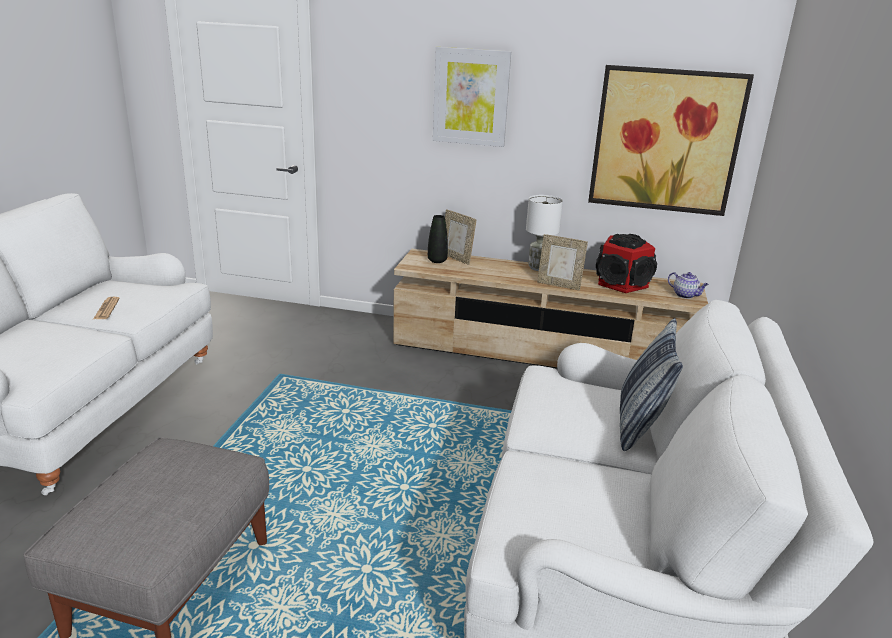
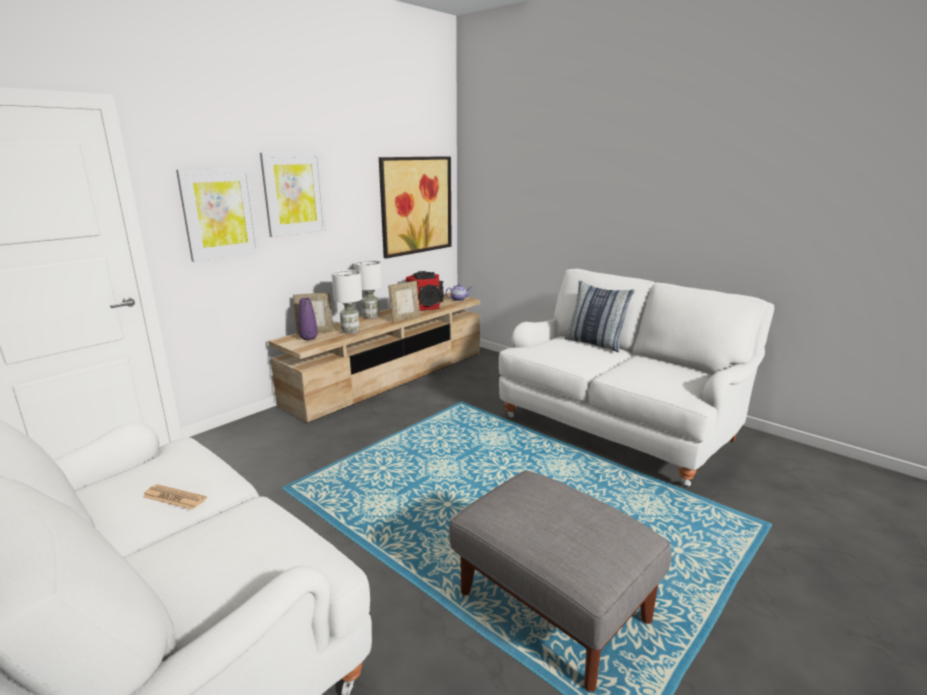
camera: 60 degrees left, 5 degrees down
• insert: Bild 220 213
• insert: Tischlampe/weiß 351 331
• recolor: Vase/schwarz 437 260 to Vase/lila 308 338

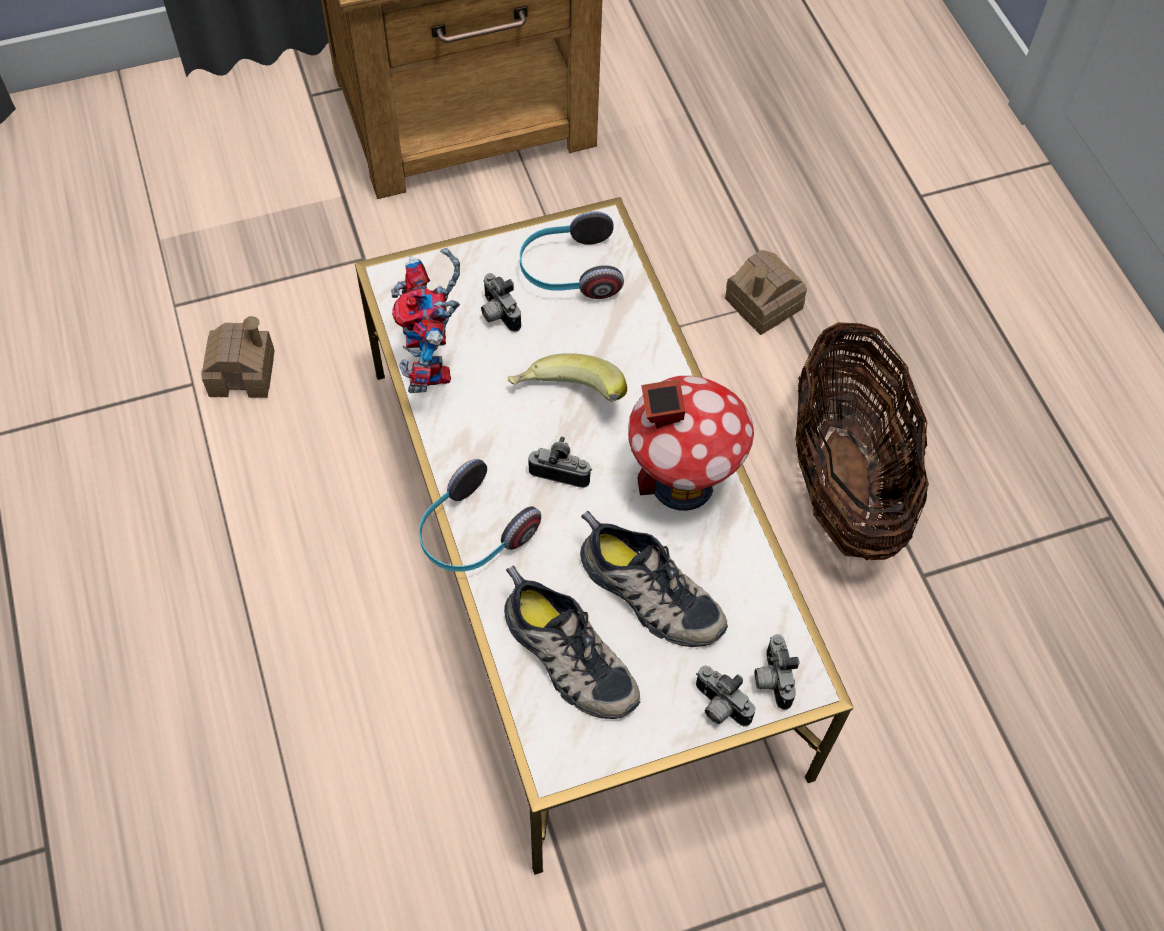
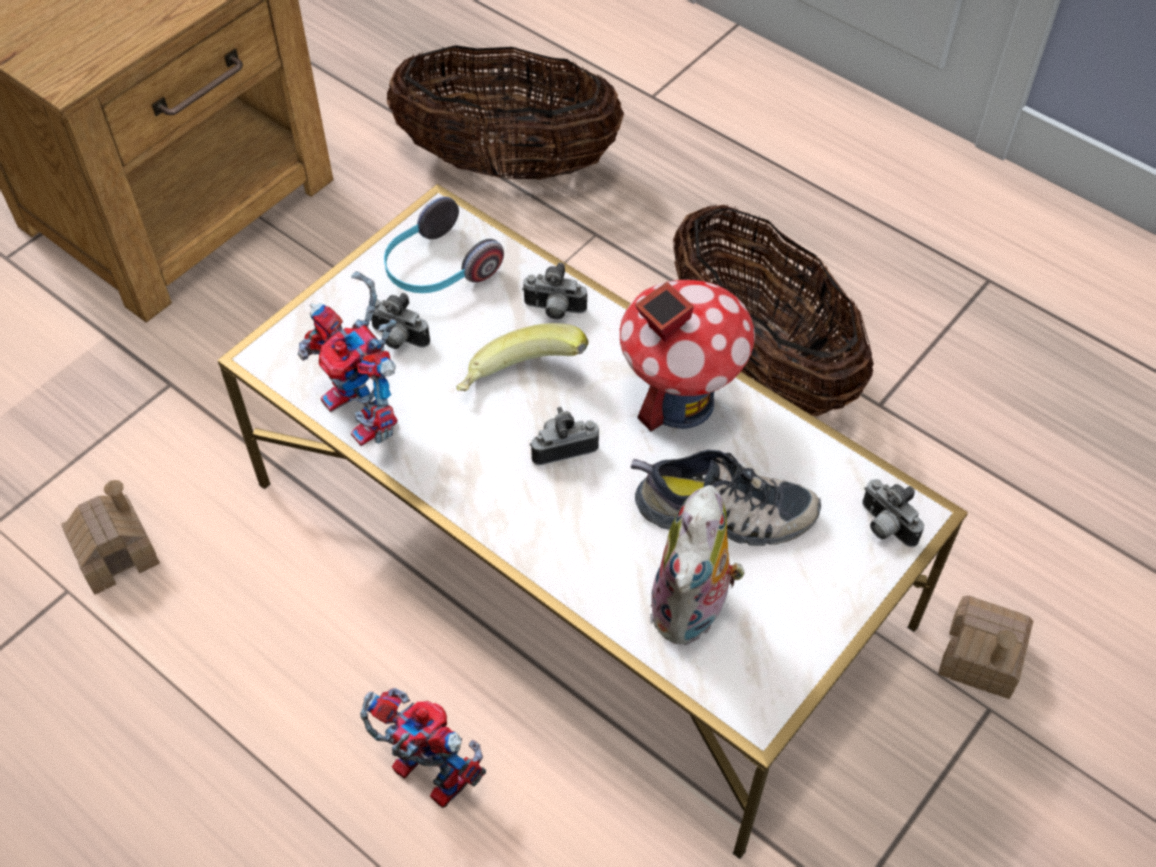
camera: 30 degrees left, 5 degrees down
• delete: Kopfhörer 473 534
• insert: Spielzeugroboter 422 773
• insert: Korb 507 164
• move: Kamera 718 707 to 554 311
• move: Spielzeughaus 763 304 to 980 657
• replace: Schuh 565 657 to Plüschtier 692 610

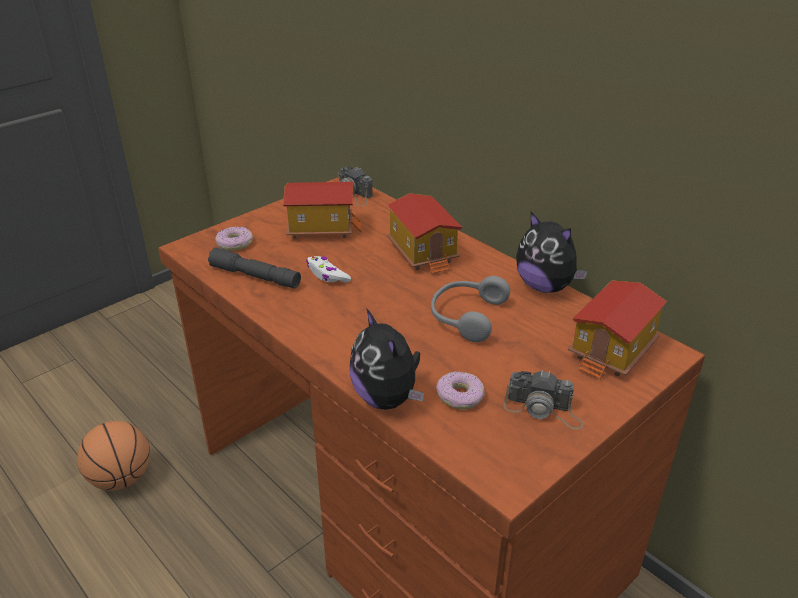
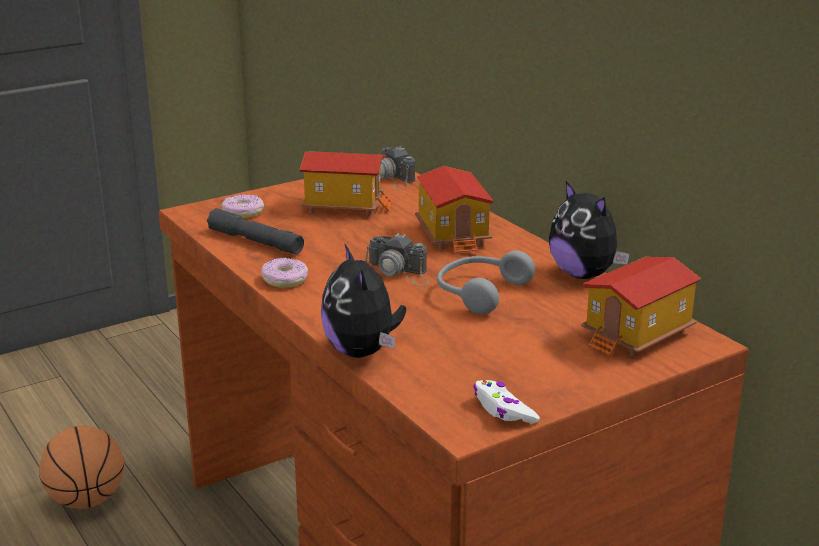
camera: 10 degrees right, 10 degrees down
• move: Gamepad/weiß 327 275 to 503 410
• move: Donut 460 396 to 285 279
• move: Kamera 543 410 to 398 272

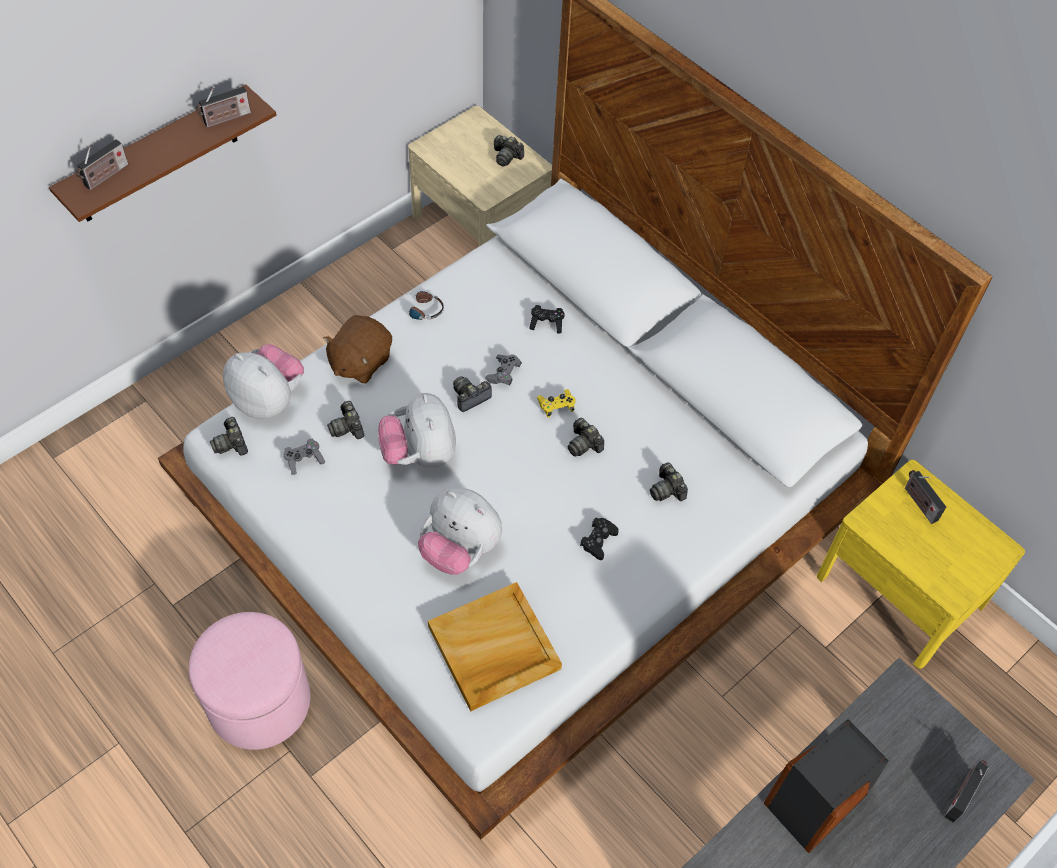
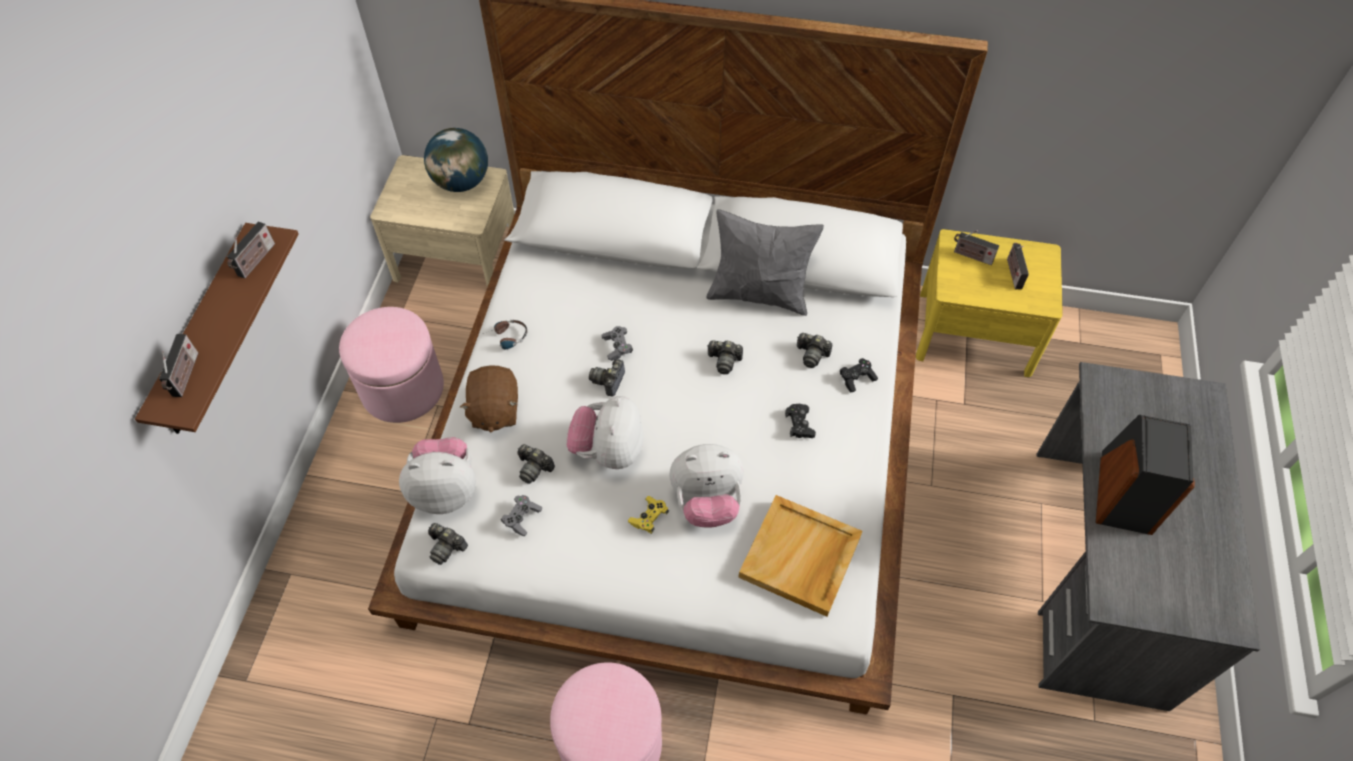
camera: 35 degrees left, 0 degrees up
• insert: Polsterhocker/rosa 402 389
• insert: Kissen/grau 759 294
• move: Gamepad/schwarz 546 323 to 856 378
• move: Gamepad/gelb 556 406 to 649 518
• move: Radio 961 794 to 1013 272
• replace: Kamera 506 157 to Globus 461 182
• rotate: Plüschtier 419 454 = 608 450 60 degrees clockwise

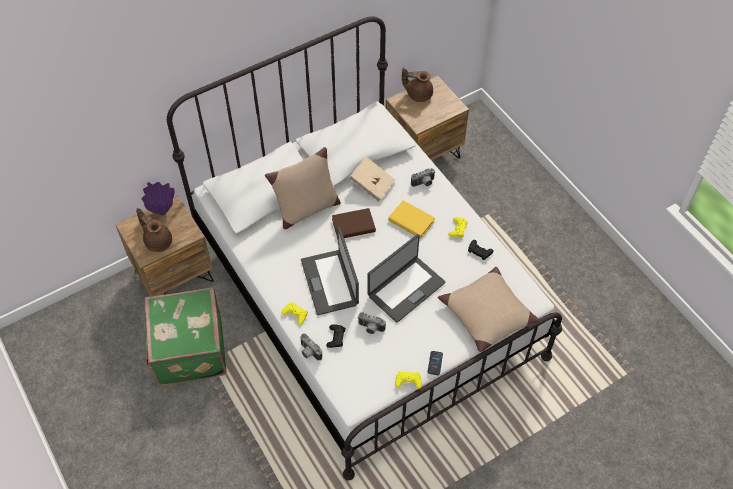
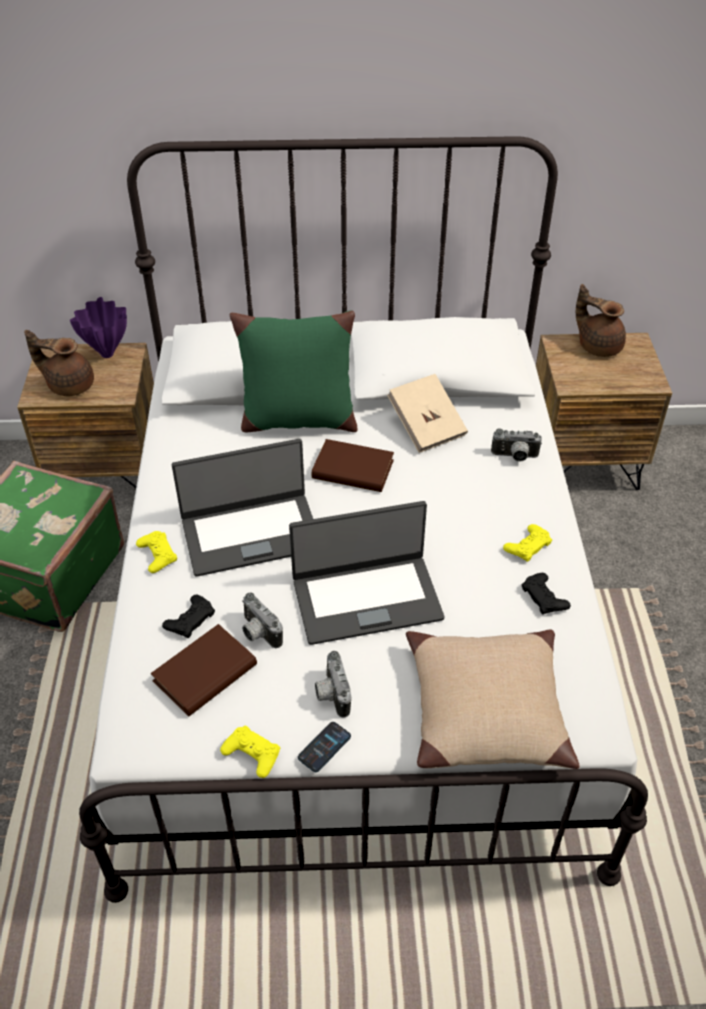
camera: 30 degrees right, 10 degrees down
• delete: Buch/gelb 411 221
• insert: Buch/braun 205 673
• move: Kamera 308 352 to 331 694
• recolor: Kissen/beige 306 209 to Kissen/grün 297 420
• rotate: Teekanne/braun 158 241 = 69 385 60 degrees counterclockwise
• rotate: Laptop 330 282 = 251 533 120 degrees counterclockwise

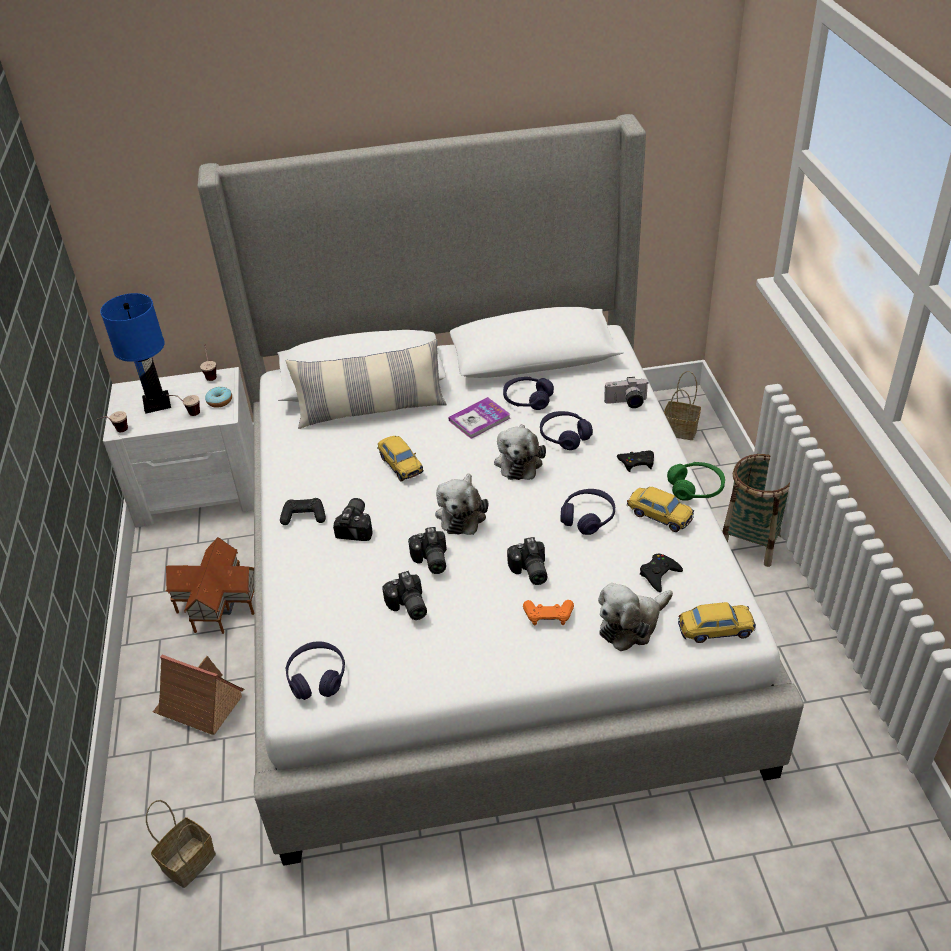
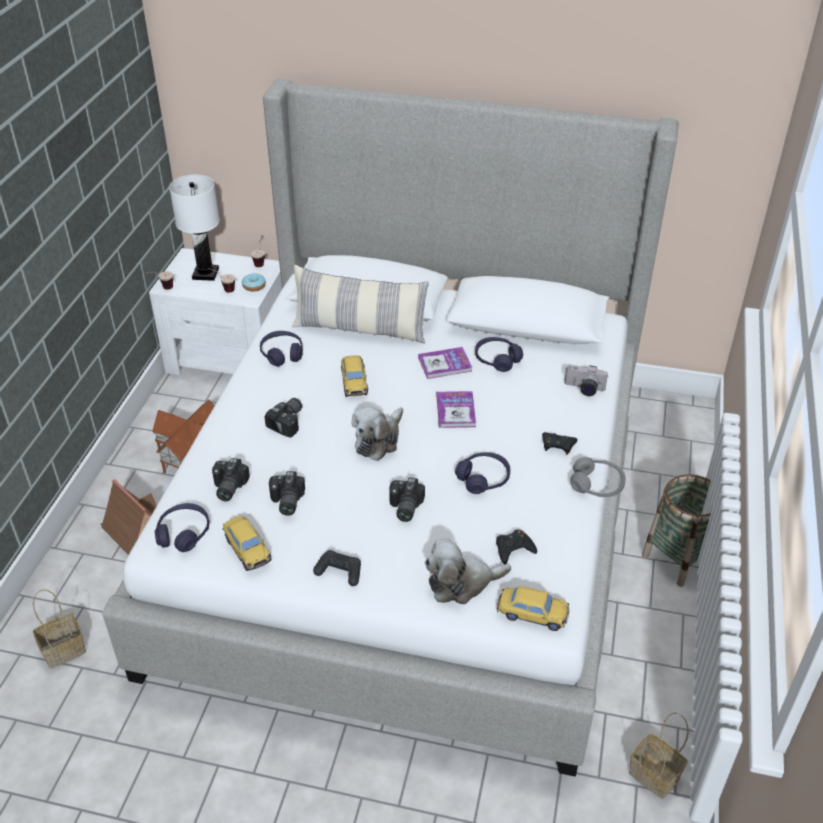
camera: 20 degrees right, 0 degrees up
• delete: Gamepad/orange 548 616
• move: Gamepad/schwarz 304 516 to 339 572
• move: Kamera 430 561 to 227 488
• move: Kopfhörer/lila 564 436 to 282 354
• move: Spielzeugauto 659 516 to 247 549
• move: Korb 681 430 to 656 775
• replace: Plüschtier 519 461 to Buch 455 411
• recolor: Tischlampe/blau 157 403 to Tischlampe/weiß 206 274
• recolor: Kopfhörer/grün 695 488 to Kopfhörer/grau 597 485

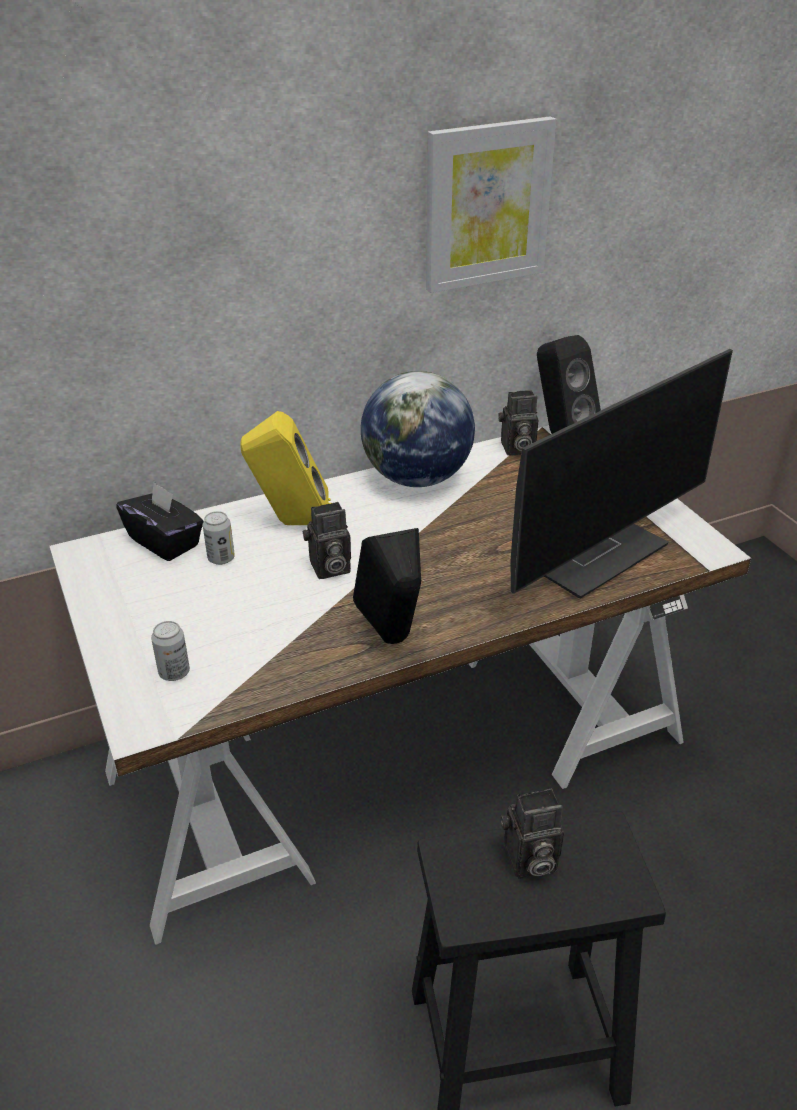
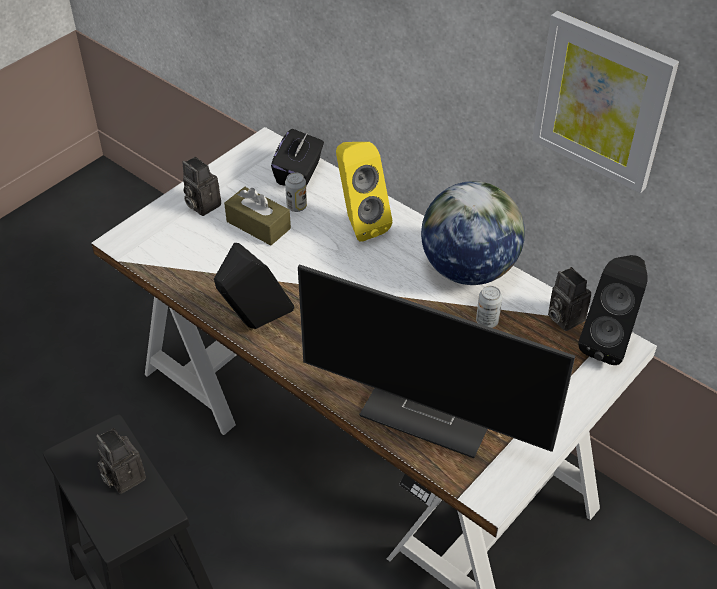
camera: 65 degrees right, 10 degrees up
• insert: Taschentuchbox/braun 258 225
• move: Dose 174 673 to 487 321
• move: Kamera 328 569 to 201 205

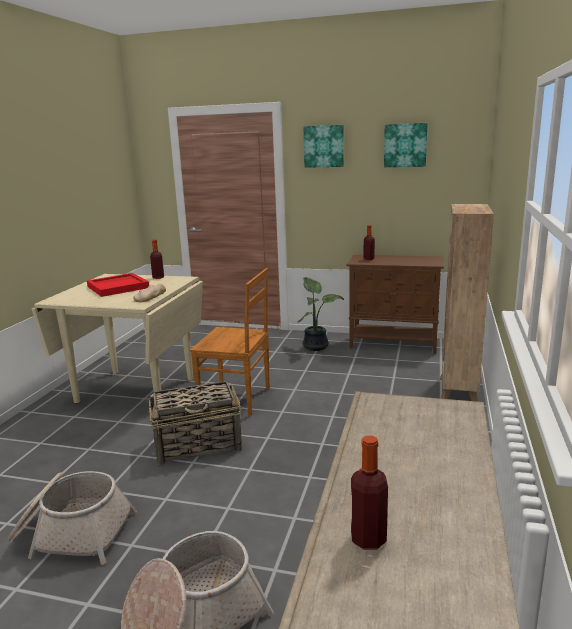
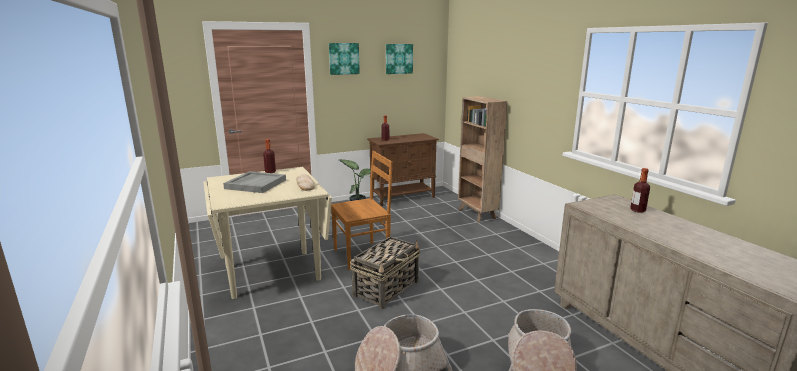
camera: 40 degrees left, 0 degrees up
• move: Flasche 368 539 to 637 210
• recolor: Tablett/rot 118 287 to Tablett/grau 255 184

